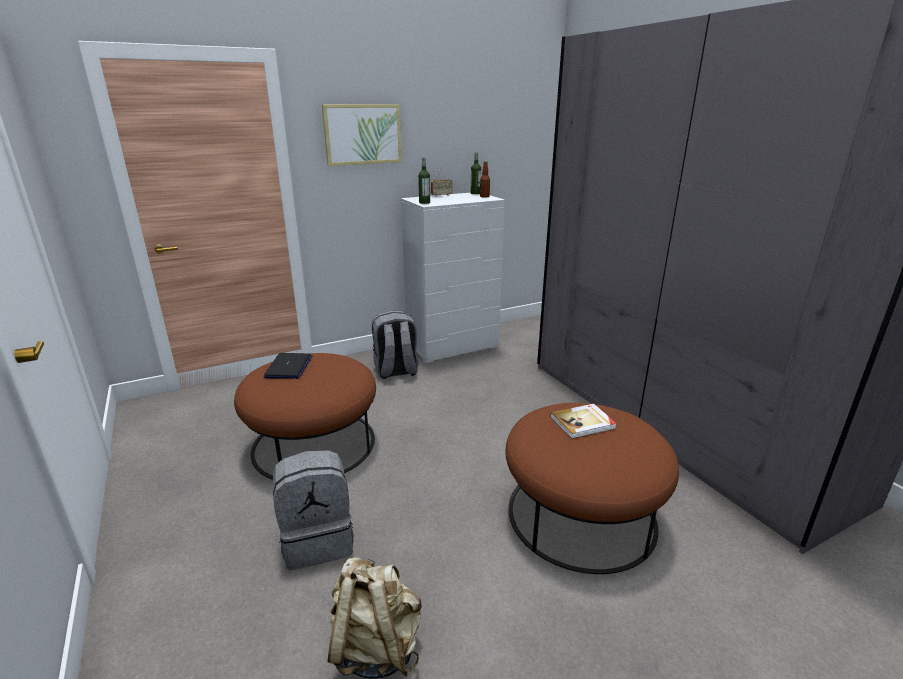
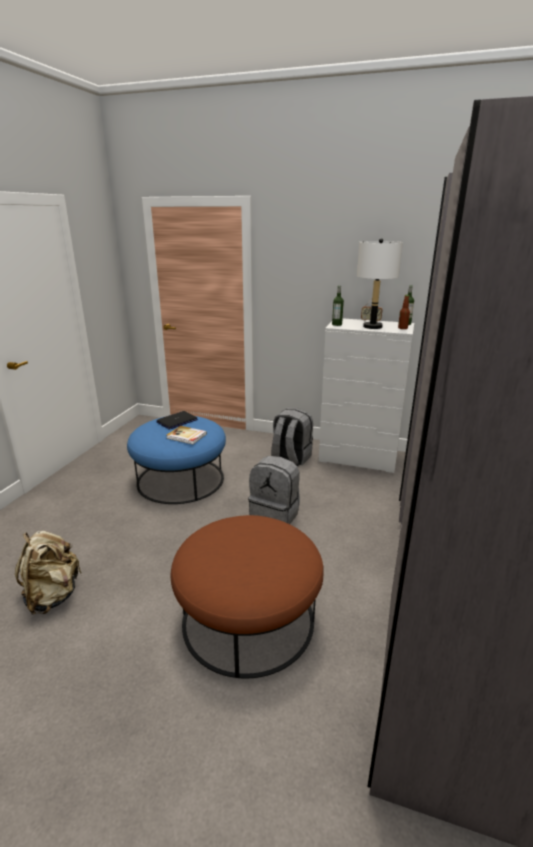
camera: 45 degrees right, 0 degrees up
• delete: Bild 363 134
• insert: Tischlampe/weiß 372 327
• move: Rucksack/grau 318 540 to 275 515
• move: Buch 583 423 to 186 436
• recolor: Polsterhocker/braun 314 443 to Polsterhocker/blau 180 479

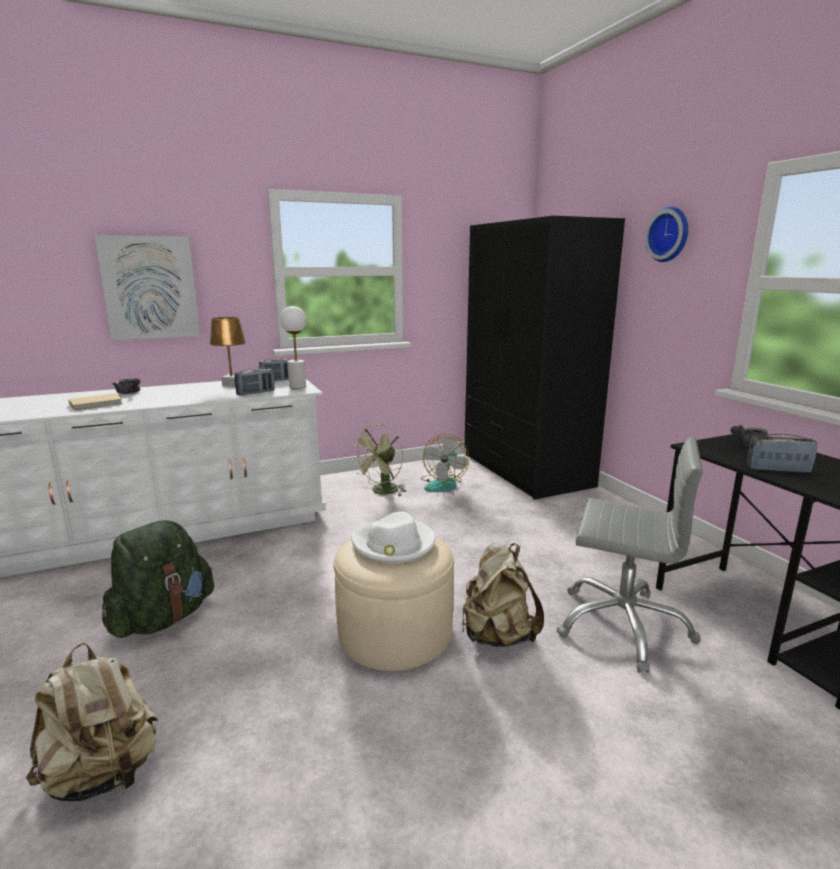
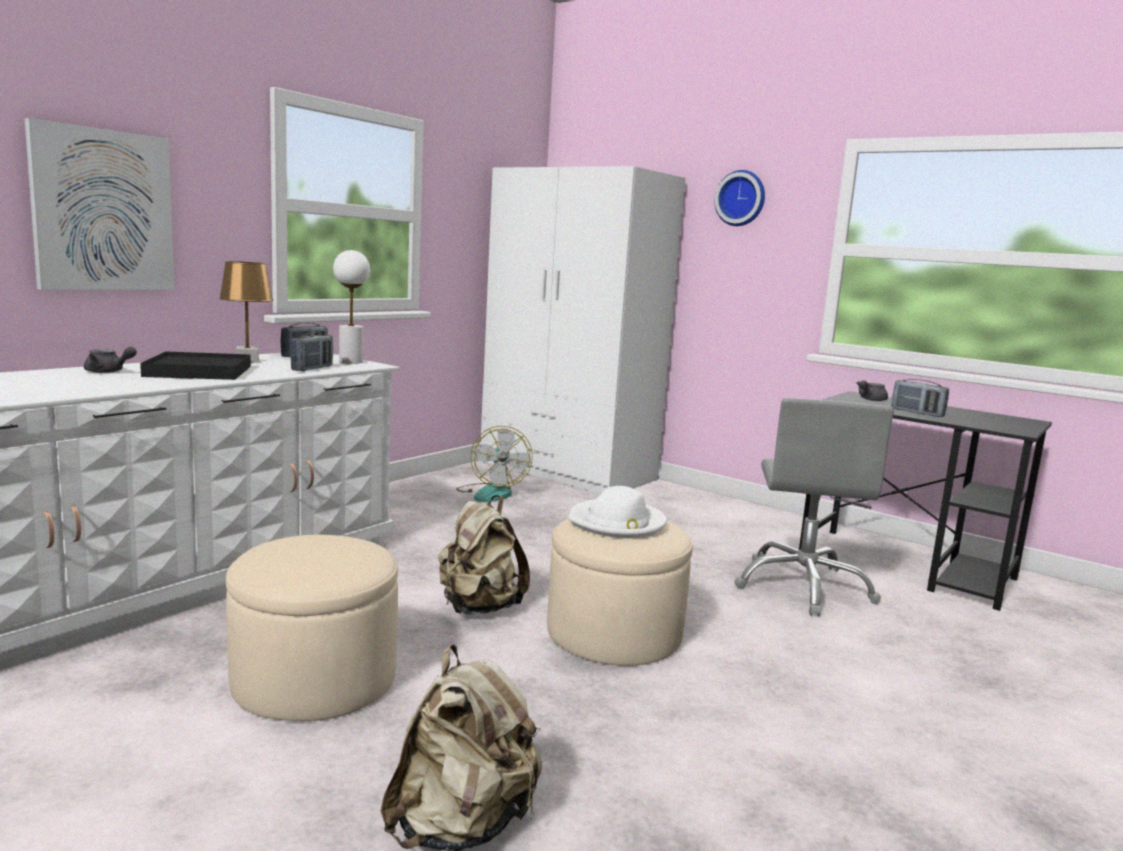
camera: 30 degrees left, 5 degrees down
• delete: Buch/beige 97 404
• delete: Ventilator/grün 382 492
• insert: Tablett/schwarz 198 371
• move: Rucksack/beige 497 636 to 479 608
• replace: Rucksack/grün 163 618 to Polsterhocker/beige 314 678
• recolor: Kleiderschrank/schwarz 525 470 to Kleiderschrank/weiß 567 471
• rotate: Bürostuhl/grau 622 625 = 803 586 105 degrees clockwise
• rotate: Radio 778 469 = 917 413 120 degrees counterclockwise

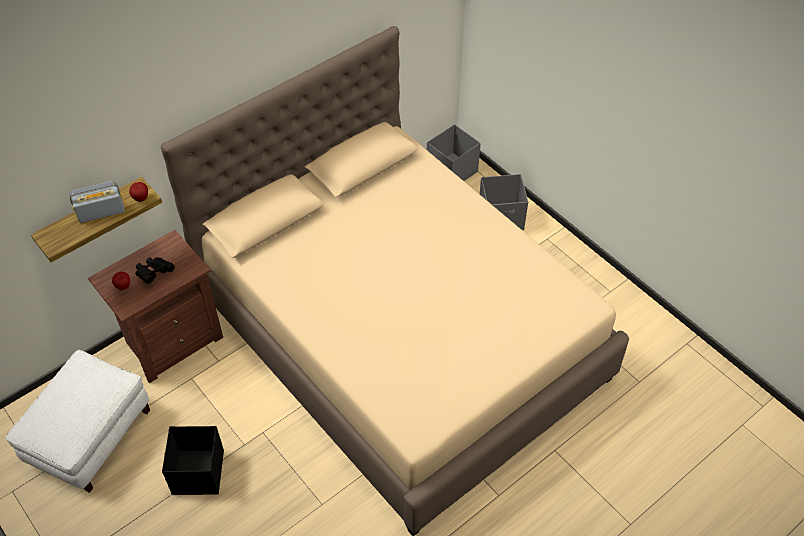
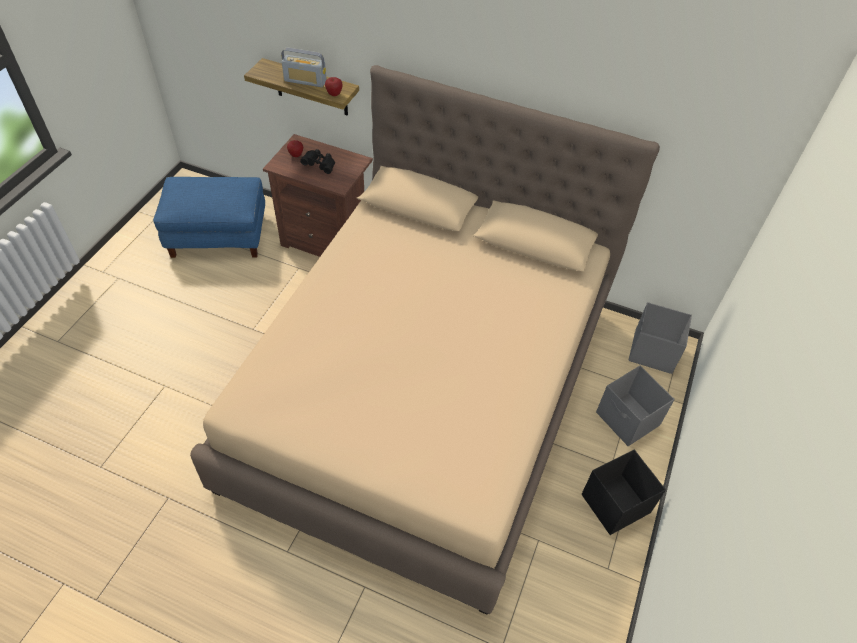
camera: 60 degrees right, 0 degrees up
• move: Aufbewahrungsbox/schwarz 198 473 to 614 504
• recolor: Polsterhocker/weiß 89 435 to Polsterhocker/blau 219 234
• rotate: Radio 101 213 = 305 81 150 degrees clockwise

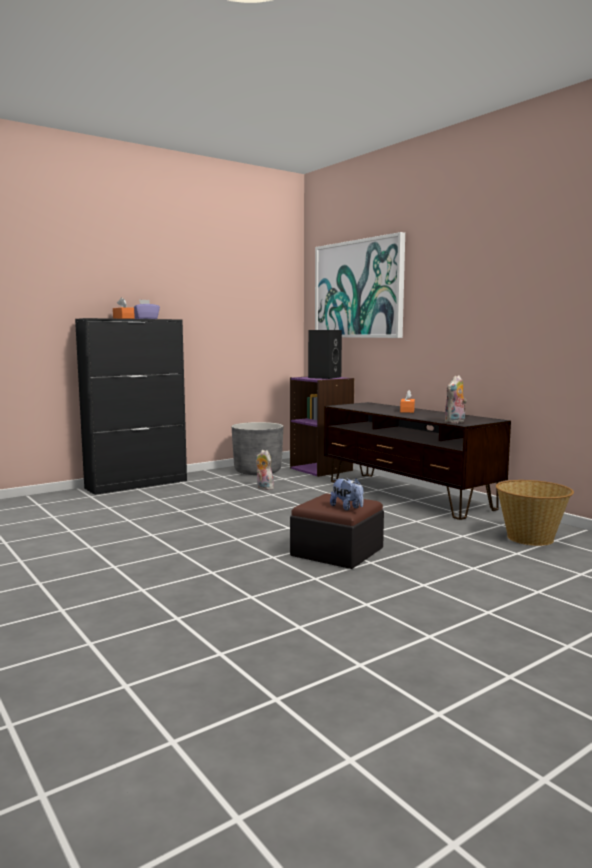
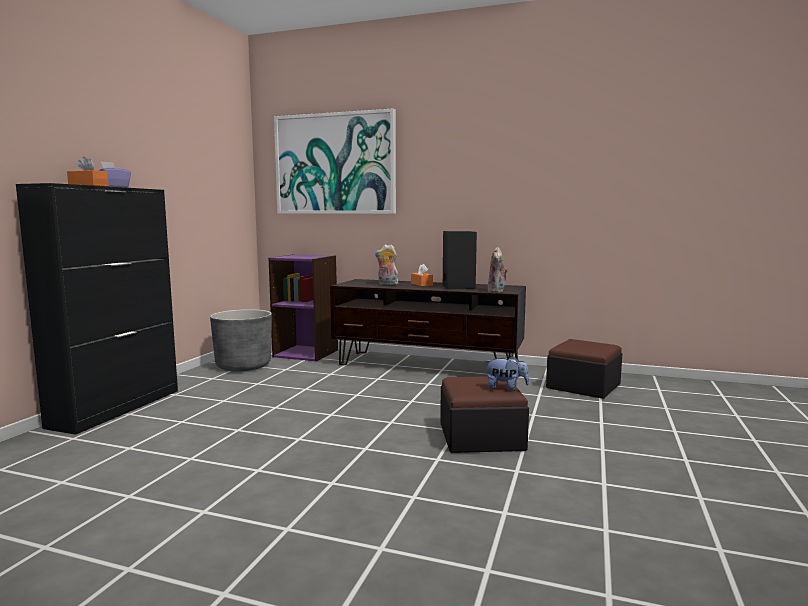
camera: 35 degrees left, 0 degrees up
• move: Plüschtier 263 488 to 387 284
• move: Lautsprecher/schwarz 324 377 to 457 286
• replace: Korb 531 538 to Polsterhocker 583 386

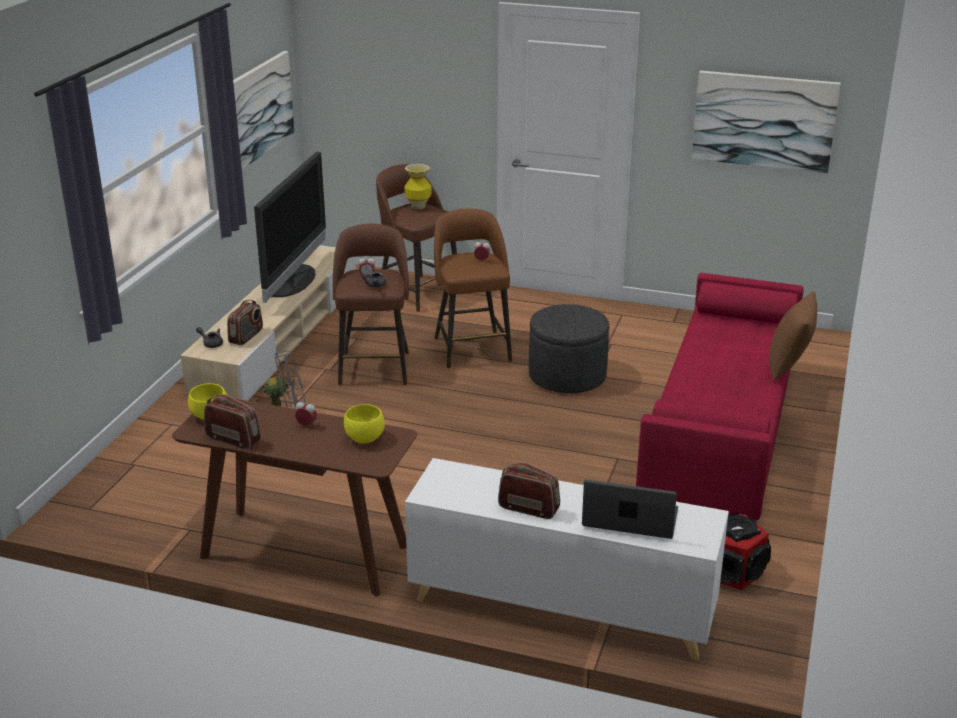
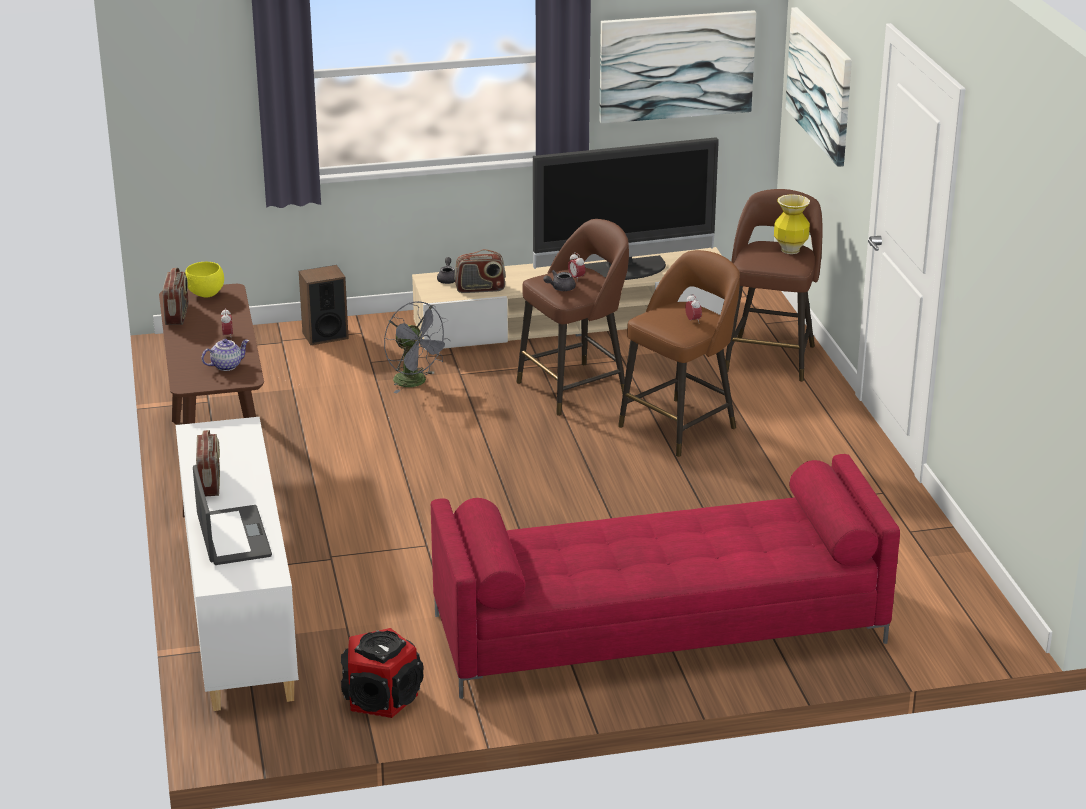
camera: 60 degrees right, 0 degrees up
• delete: Polsterhocker/grau 567 376
• delete: Kissen/braun 789 366
• insert: Lautsprecher 325 335
• move: Bild 764 121 to 820 85
• replace: Schüssel/gelb 364 439 to Teekanne 226 366

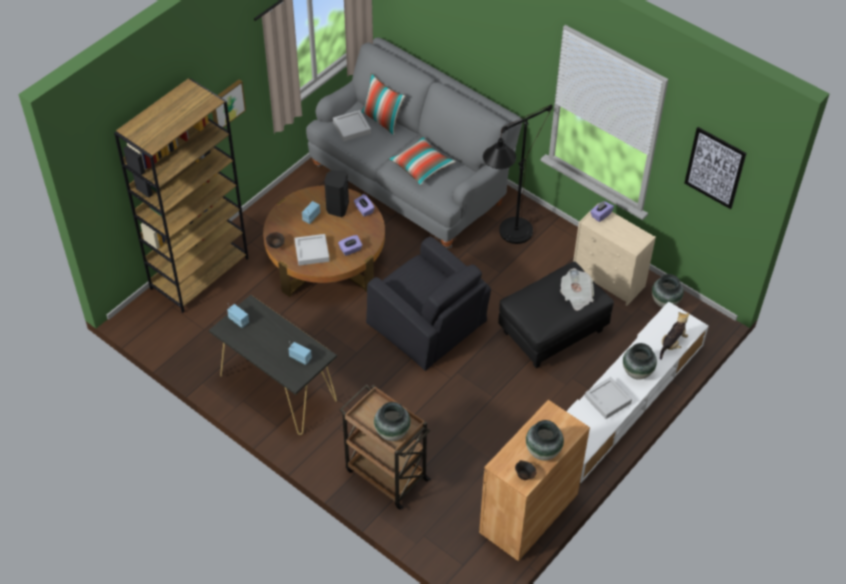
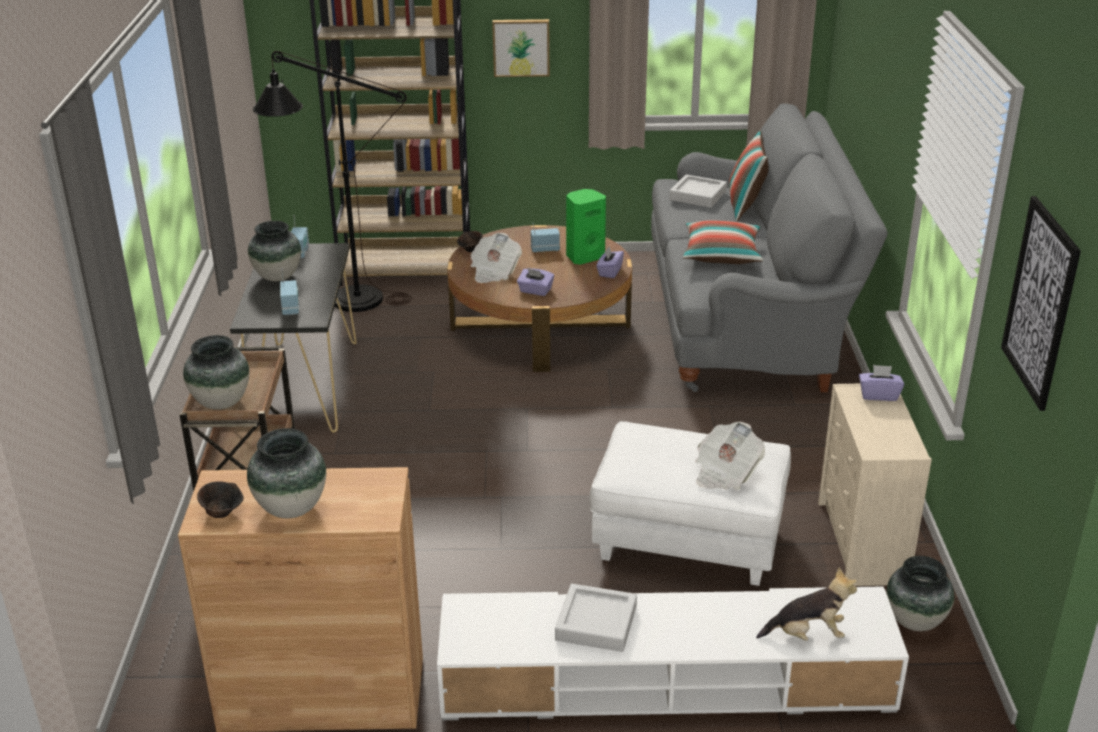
camera: 50 degrees right, 20 degrees down
• delete: Sessel/schwarz 428 323
• move: Stehlampe/schwarz 509 237 to 342 300
• move: Vase 637 372 to 278 277
• replace: Tablett/grau 312 252 to Zeitung 494 272
• recolor: Lautsprecher/schwarz 337 208 to Lautsprecher/grün 584 257
• recolor: Polsterhocker/schwarz 552 332 to Polsterhocker/weiß 688 541

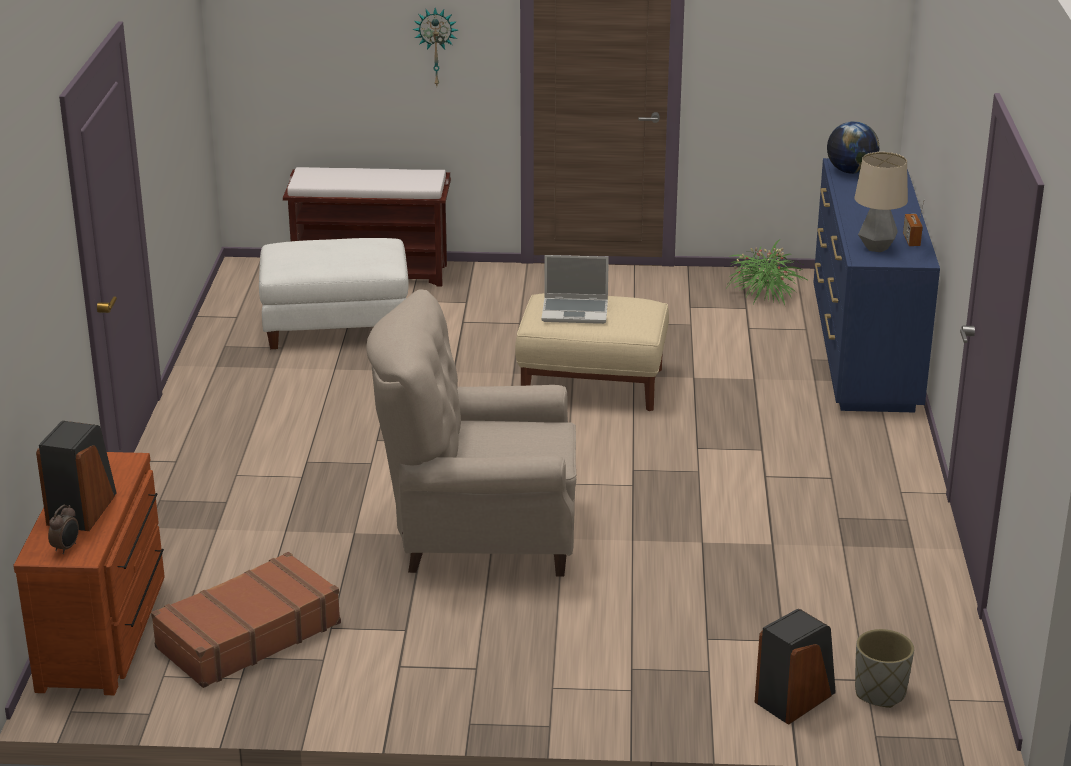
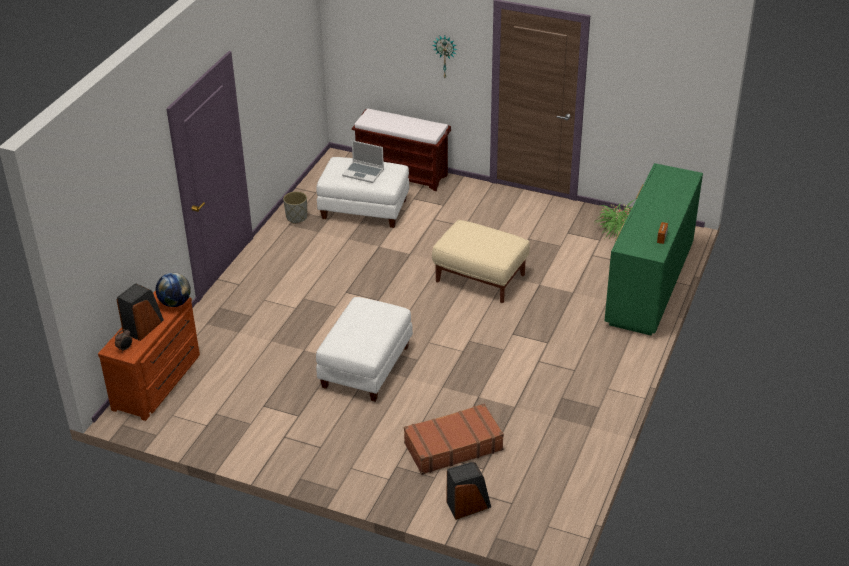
camera: 20 degrees right, 10 degrees up
• delete: Tischlampe 876 248
• move: Koffer/braun 247 635 to 452 446
• move: Laptop 576 312 to 364 173
• move: Globus 850 171 to 175 303
• move: Pflanzkübel/grau 880 692 to 296 217
• replace: Sessel/beige 479 536 to Polsterhocker/weiß 365 366
• recolor: Kommode/blau 863 352 to Kommode/grün 648 286

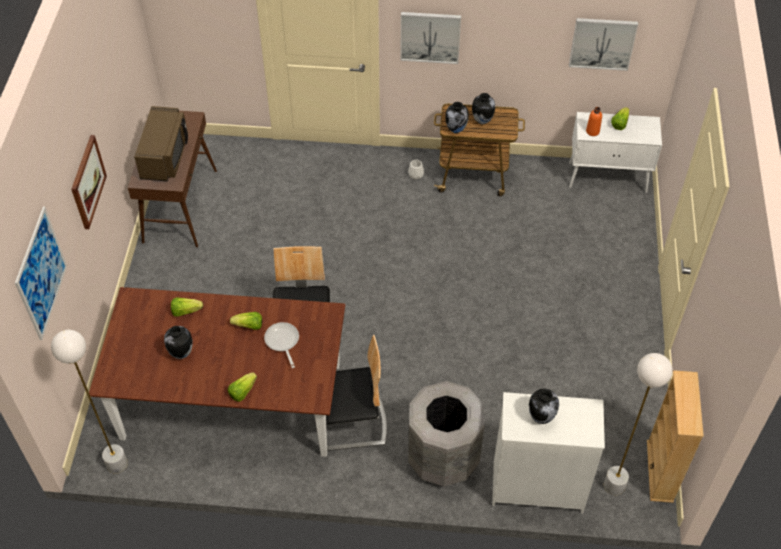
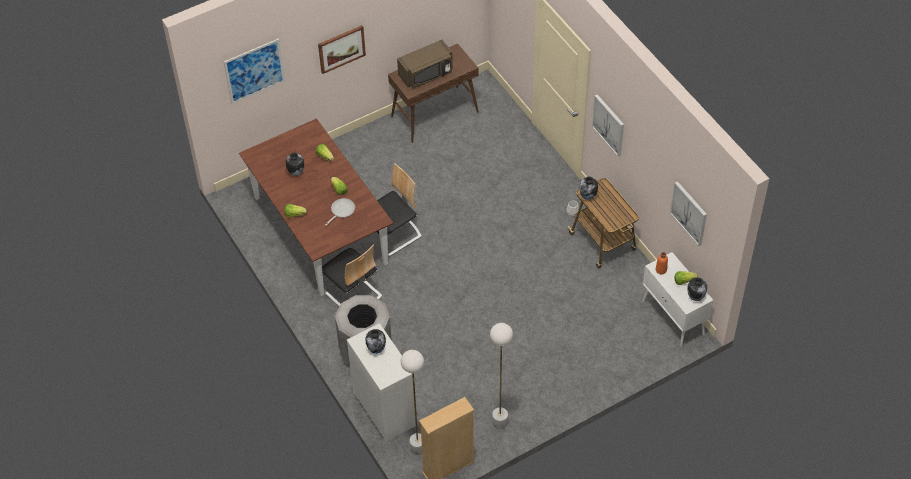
camera: 55 degrees right, 0 degrees up
• move: Stehlampe/weiß 117 464 to 500 422
• move: Vase 482 120 to 695 297

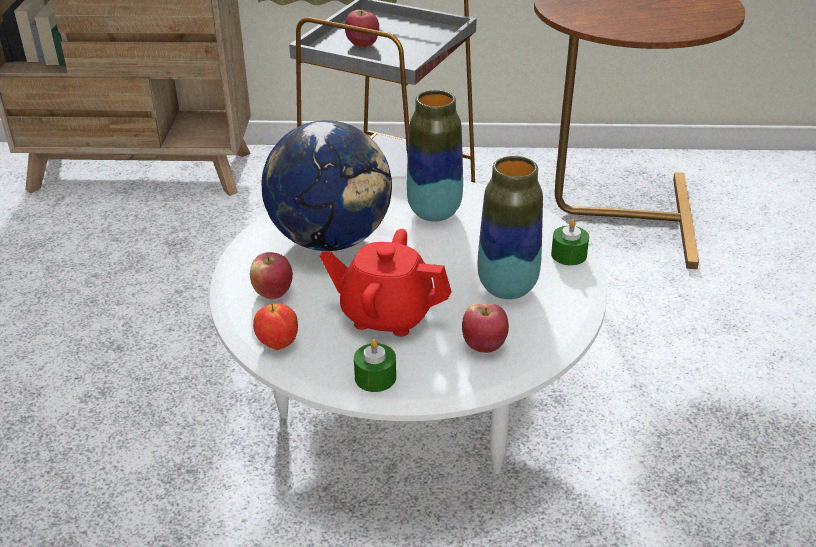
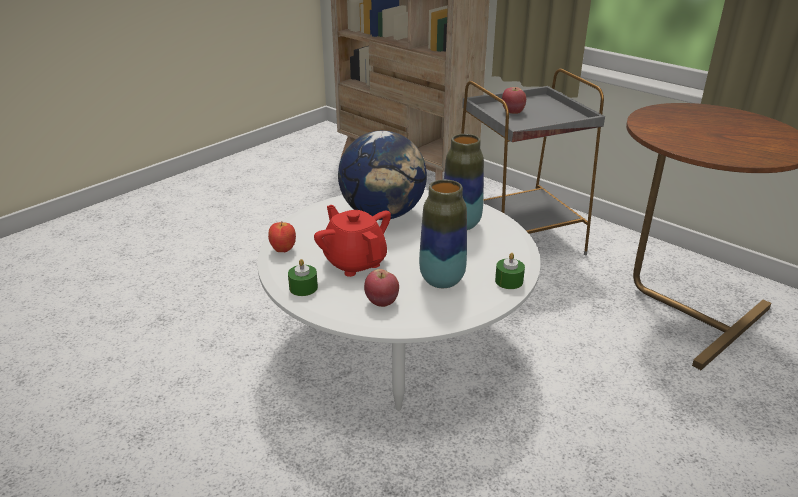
camera: 40 degrees right, 5 degrees down
• delete: Apfel 273 293

